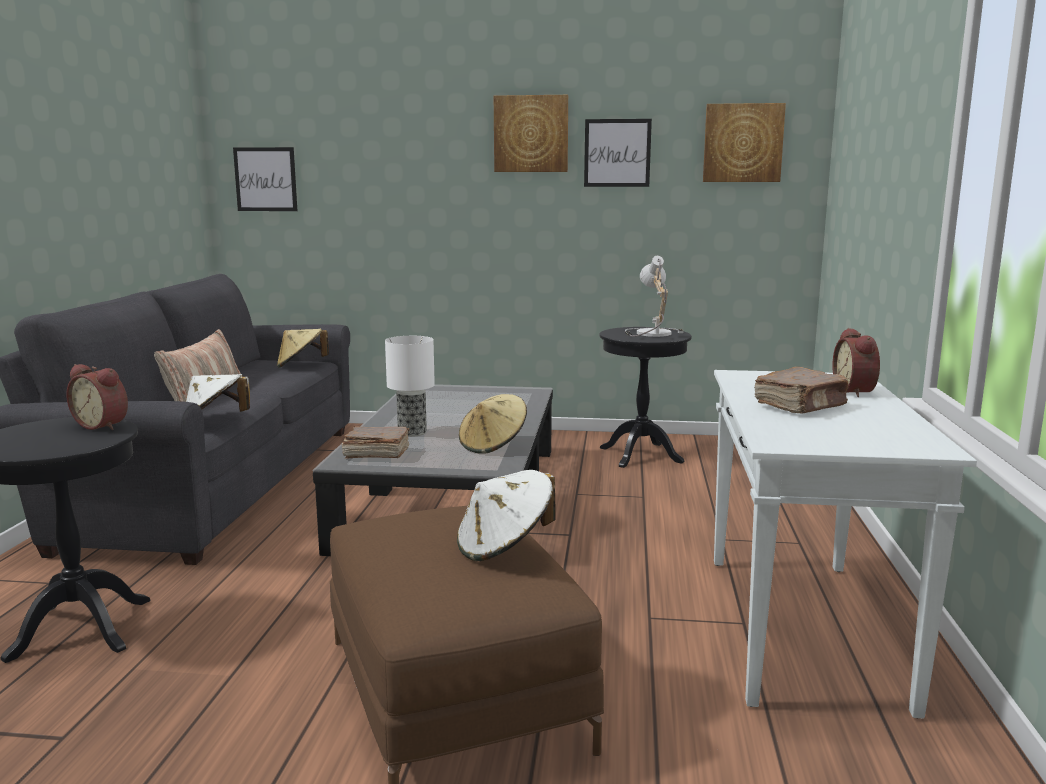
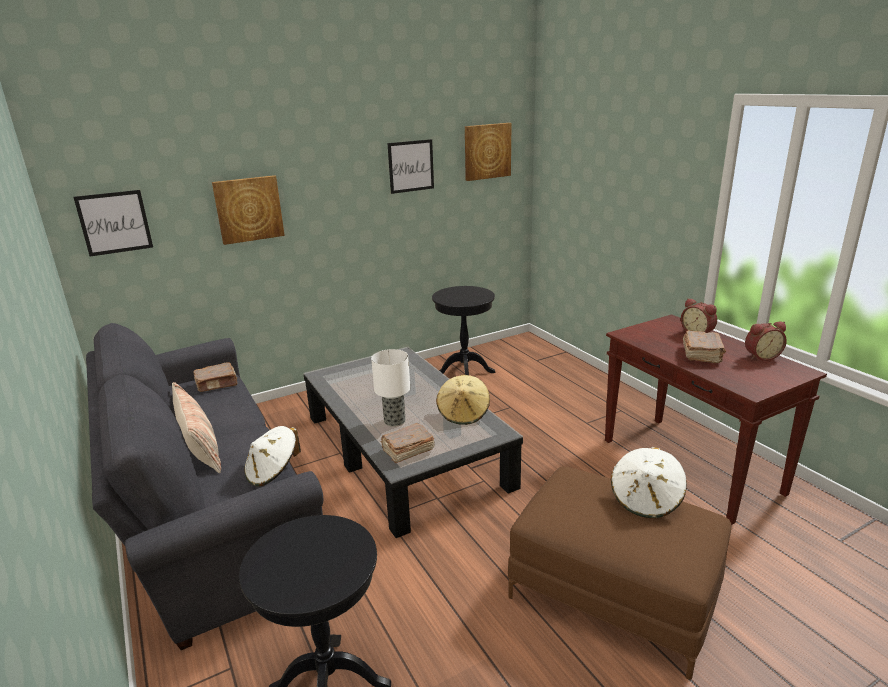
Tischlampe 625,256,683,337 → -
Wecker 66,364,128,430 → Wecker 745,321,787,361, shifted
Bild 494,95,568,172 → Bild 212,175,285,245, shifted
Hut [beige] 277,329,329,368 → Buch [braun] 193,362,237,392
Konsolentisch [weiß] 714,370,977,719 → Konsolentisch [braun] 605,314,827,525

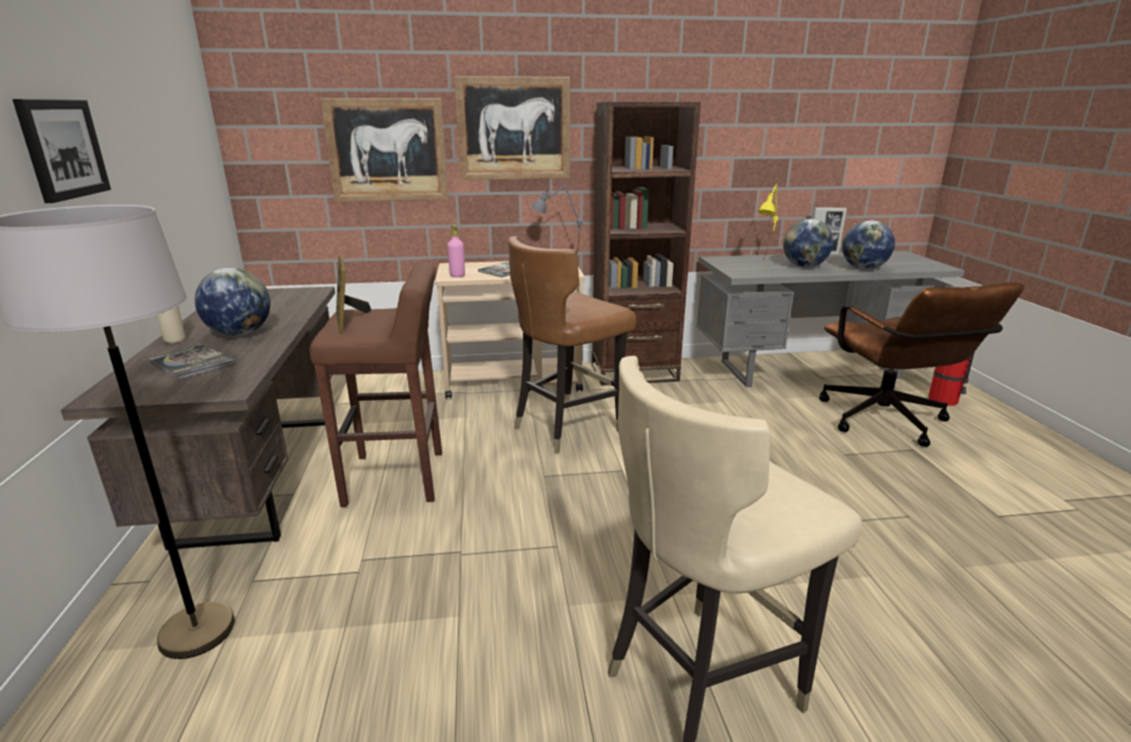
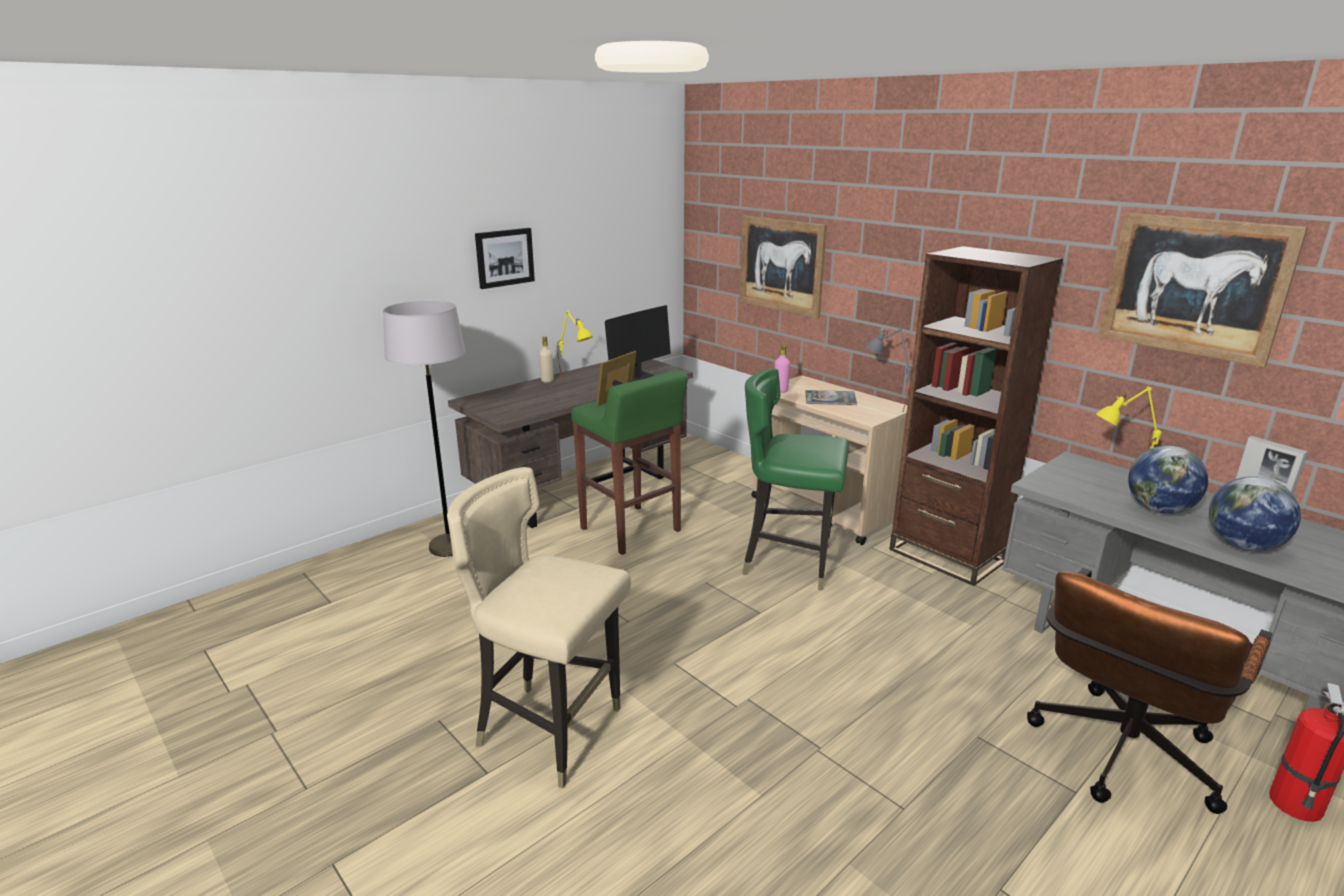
Buch 148,344,237,380 → -
- → Monitor 605,305,671,381
Bild 454,76,570,180 → Bild 1099,213,1308,367, shifted
Globus 195,268,271,336 → Tischlampe [gelb] 557,310,593,383
Hocker [braun] 309,262,442,507 → Hocker [grün] 571,370,688,555
Stuhl [braun] 508,236,636,454 → Stuhl [grün] 742,368,849,590

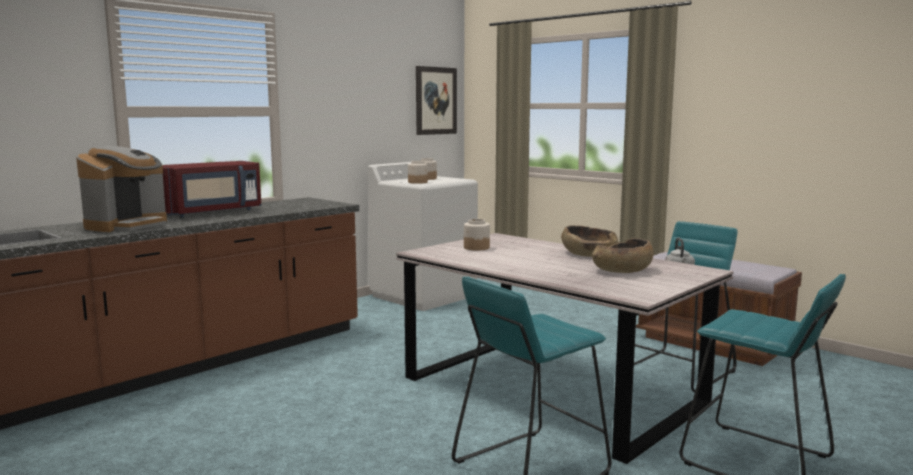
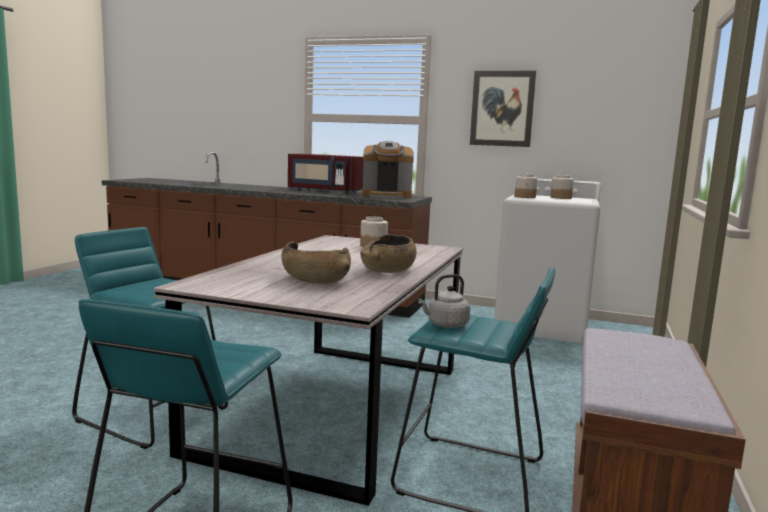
Kaffeemaschine 76,146,167,232 → Kaffeemaschine 362,141,414,199, shifted
Bild 416,66,457,135 → Bild 470,71,536,147, shifted

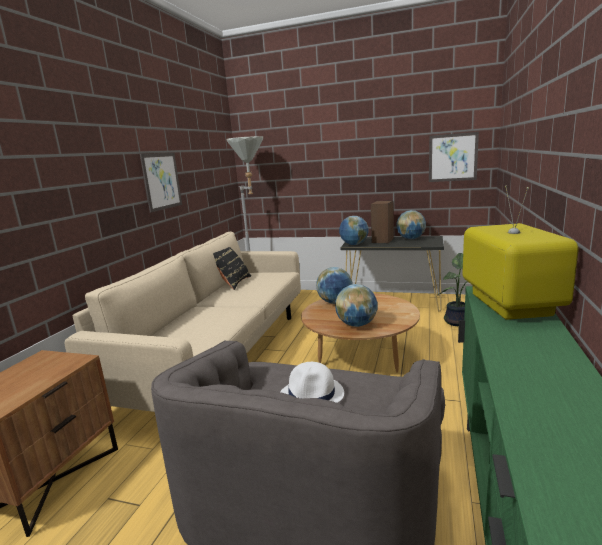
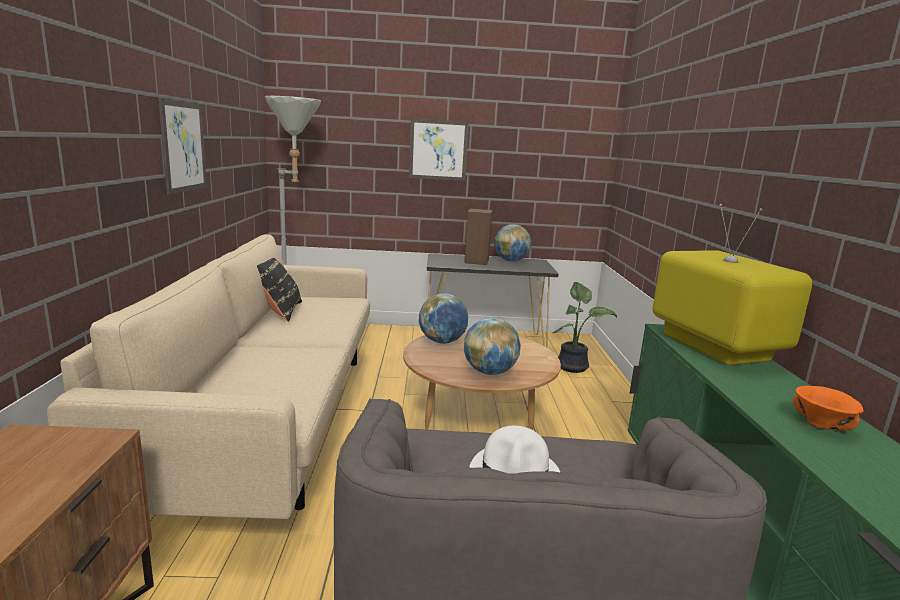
Globus 339,216,368,245 → -
- → Schüssel [orange] 793,386,864,431
Bild 429,132,479,182 → Bild 409,118,469,181, shifted

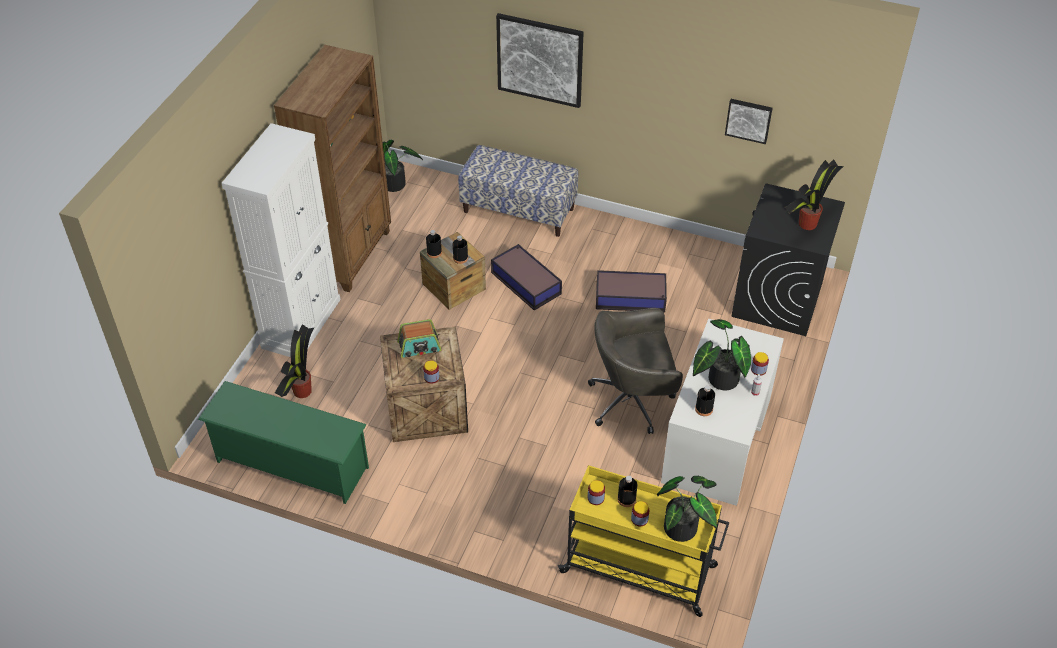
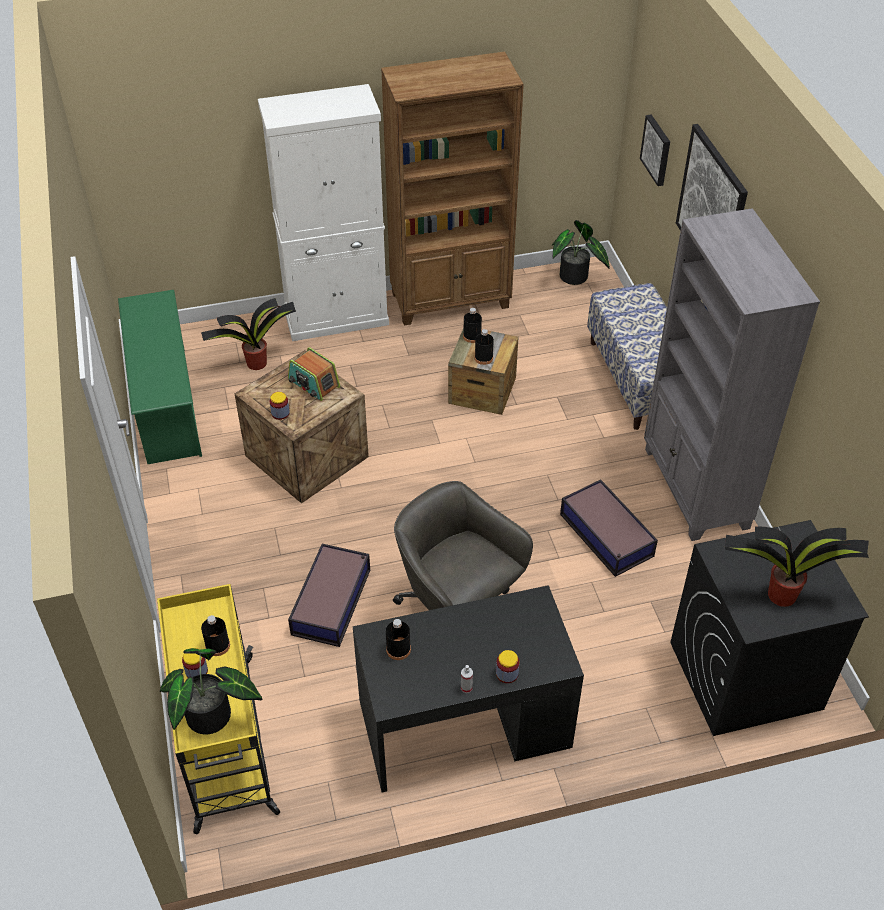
Vorratsglas 588,480,605,505 → -
Topfpflanze 693,319,751,390 → -
- → Bücherregal [grau] 644,208,820,541
Aufbewahrungsbox 491,244,562,311 → Aufbewahrungsbox 288,544,370,647, shifted
Bild 725,99,773,144 → Bild 640,114,670,186, shifted
Schreibtisch [weiß] 661,319,784,506 → Schreibtisch [schwarz] 353,585,584,792

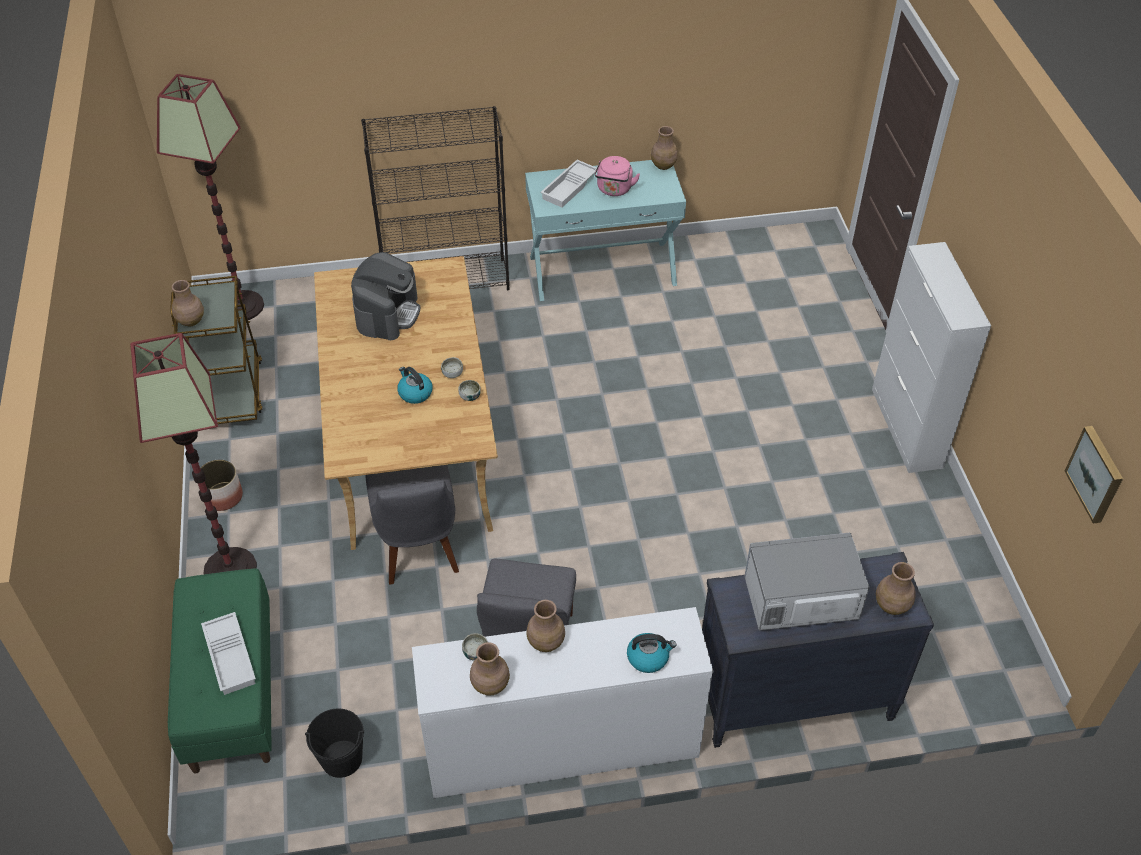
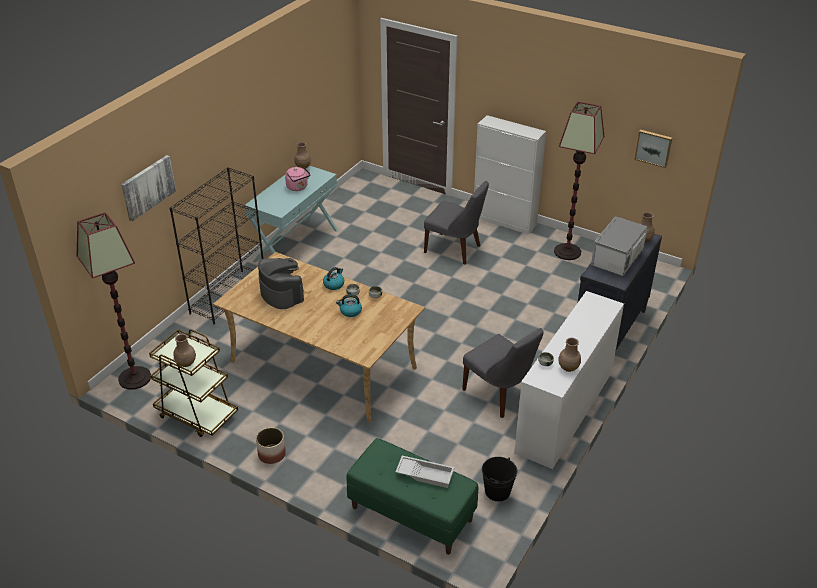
Vase [braun] 526,600,565,652 → -
Tablett [weiß] 540,160,597,207 → -
- → Bild 121,155,176,221
Stehlampe 130,333,257,574 → Stehlampe 554,102,604,260, shifted
Stuhl [grau] 365,465,459,584 → Stuhl [grau] 424,181,489,265, shifted
Wasserkessel 627,633,677,673 → Wasserkessel 323,267,344,290, shifted

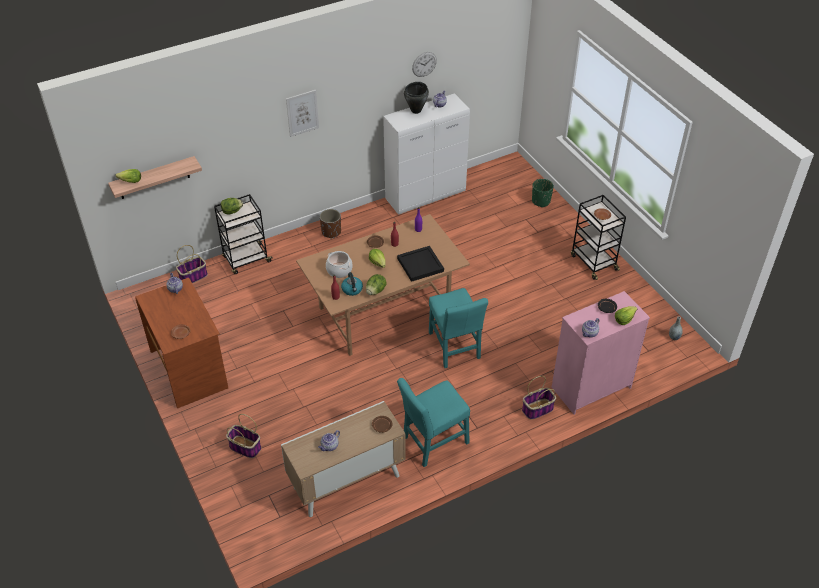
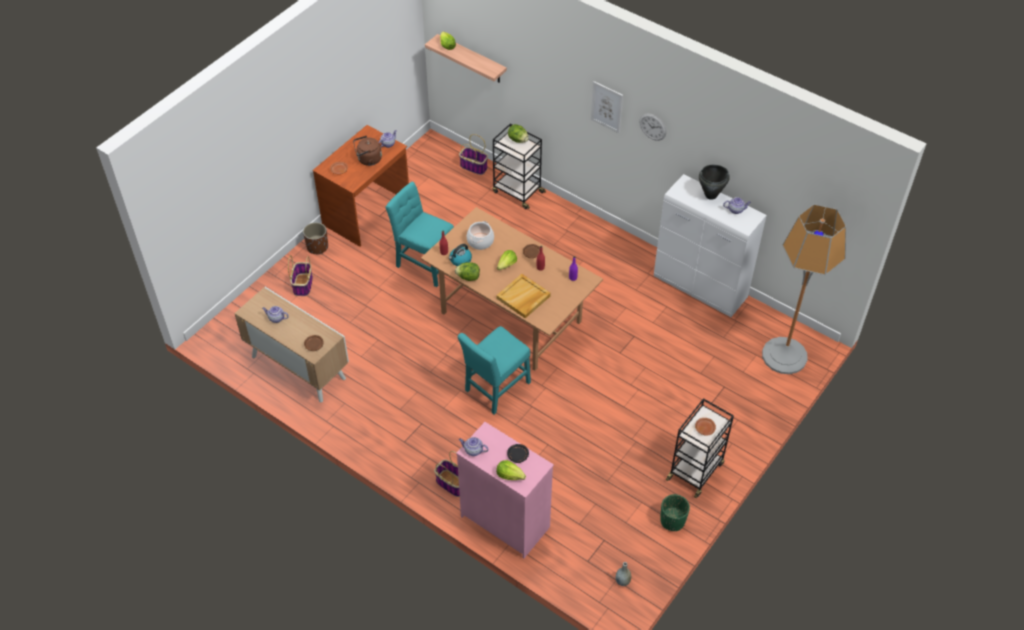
- → Wasserkessel [braun] 353,136,382,166
- → Stehlampe 762,204,846,374
Pflanzkübel [braun] 320,209,341,239 → Pflanzkübel [braun] 303,222,328,254, shifted
Stuhl [türkis] 397,378,470,467 → Stuhl [türkis] 385,182,454,287, shifted
Wanduhr 412,52,437,77 → Wanduhr 639,113,666,141, shifted
Pflanzkübel [grün] 532,179,554,207 → Pflanzkübel [grün] 660,494,690,531, shifted
Tablett [schwarz] 397,246,444,282 → Tablett [beige] 496,274,551,318

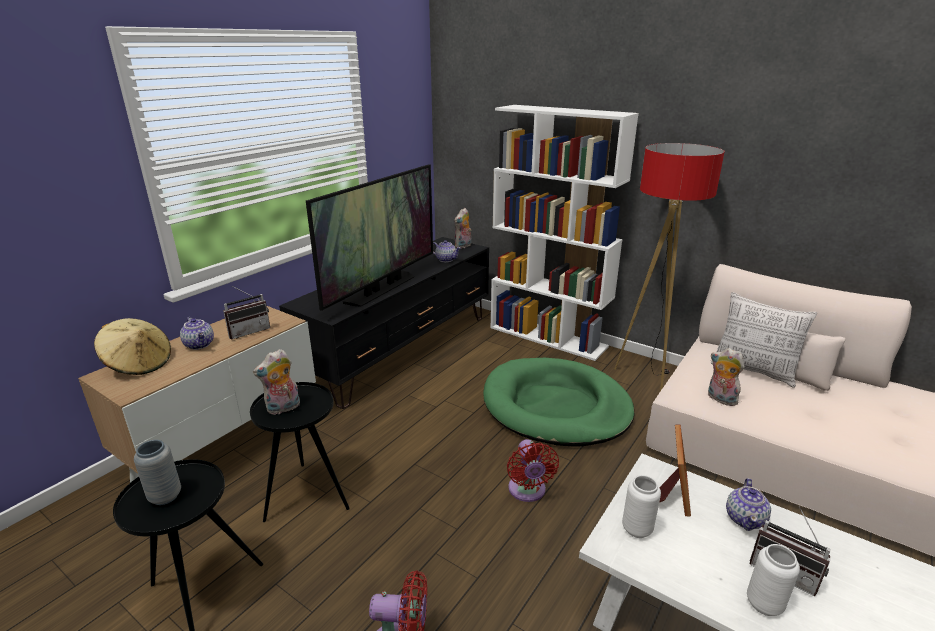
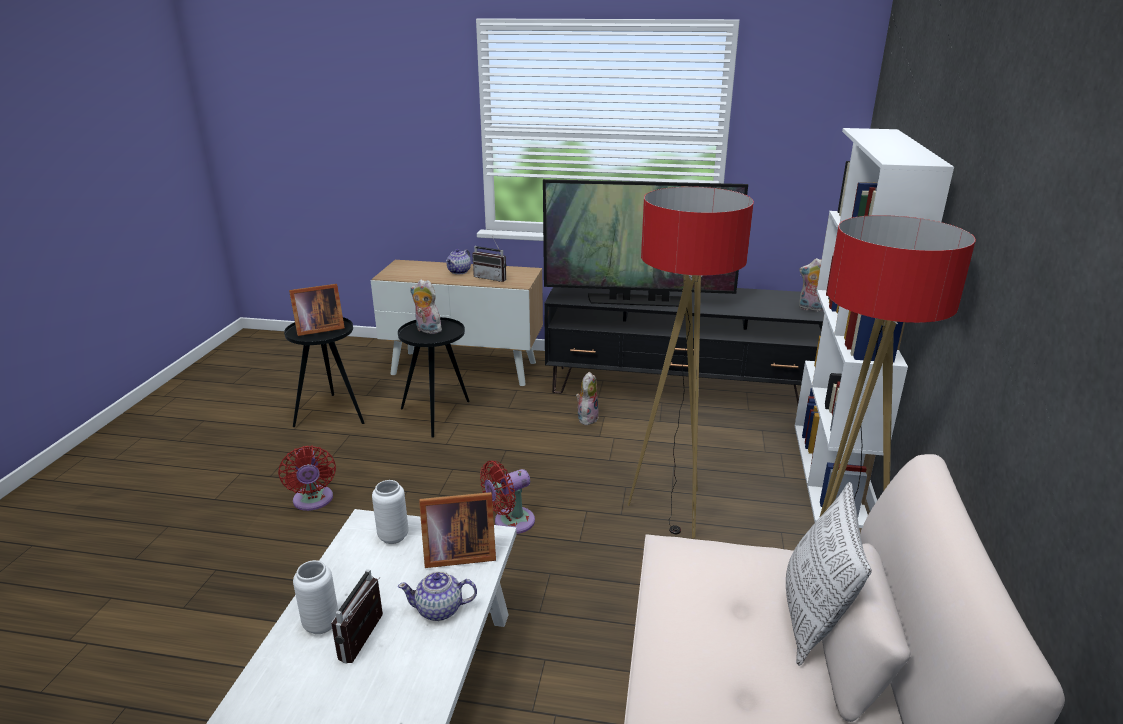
Hut [beige] 94,318,171,375 → -
Teekanne 433,240,461,262 → -
Plüschtier 708,348,744,406 → Plüschtier 576,372,599,425, shifted
Vase [grau] 134,440,181,505 → Bilderrahmen 289,284,345,336
Hundebett [grün] 483,358,634,447 → Stehlampe 628,187,754,538

